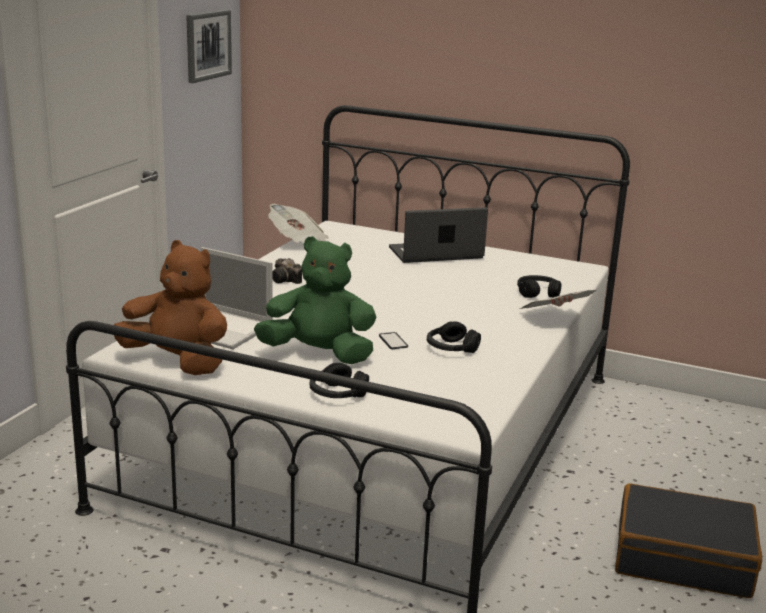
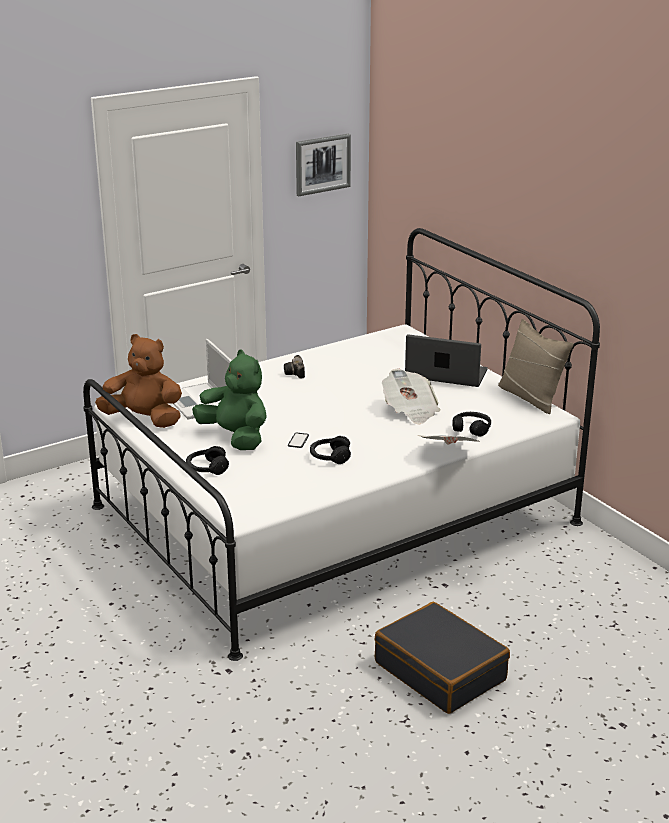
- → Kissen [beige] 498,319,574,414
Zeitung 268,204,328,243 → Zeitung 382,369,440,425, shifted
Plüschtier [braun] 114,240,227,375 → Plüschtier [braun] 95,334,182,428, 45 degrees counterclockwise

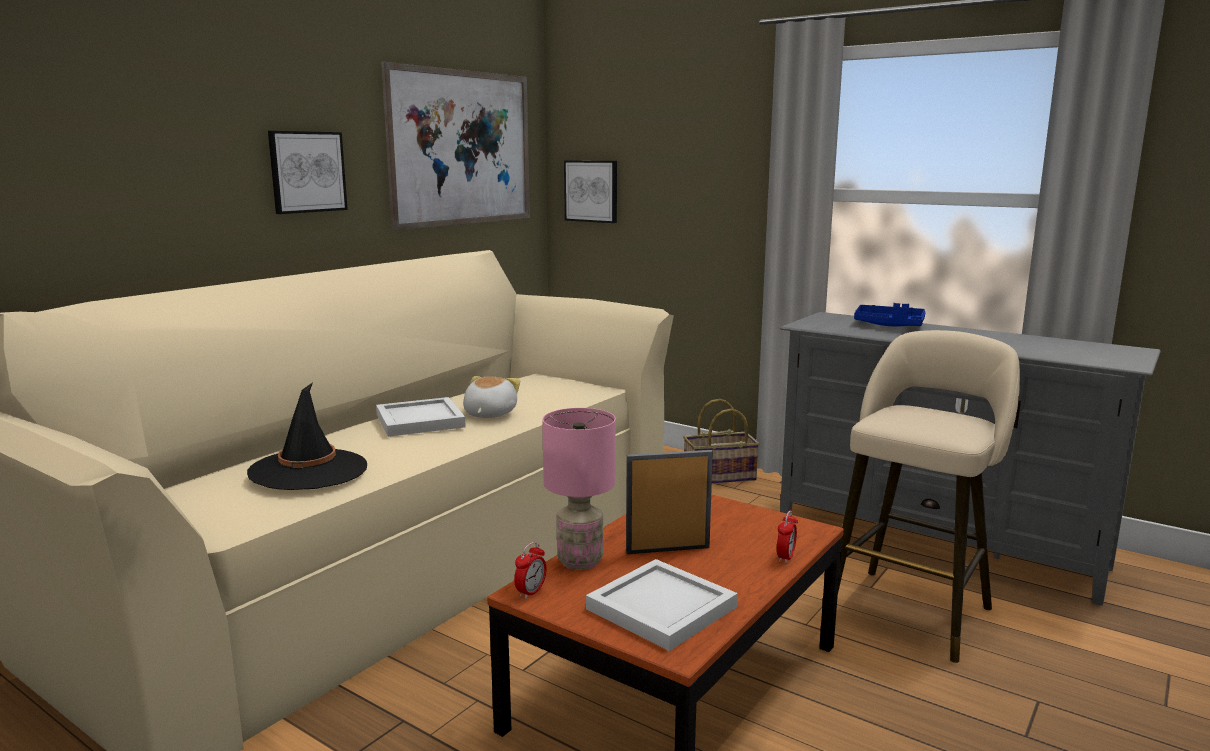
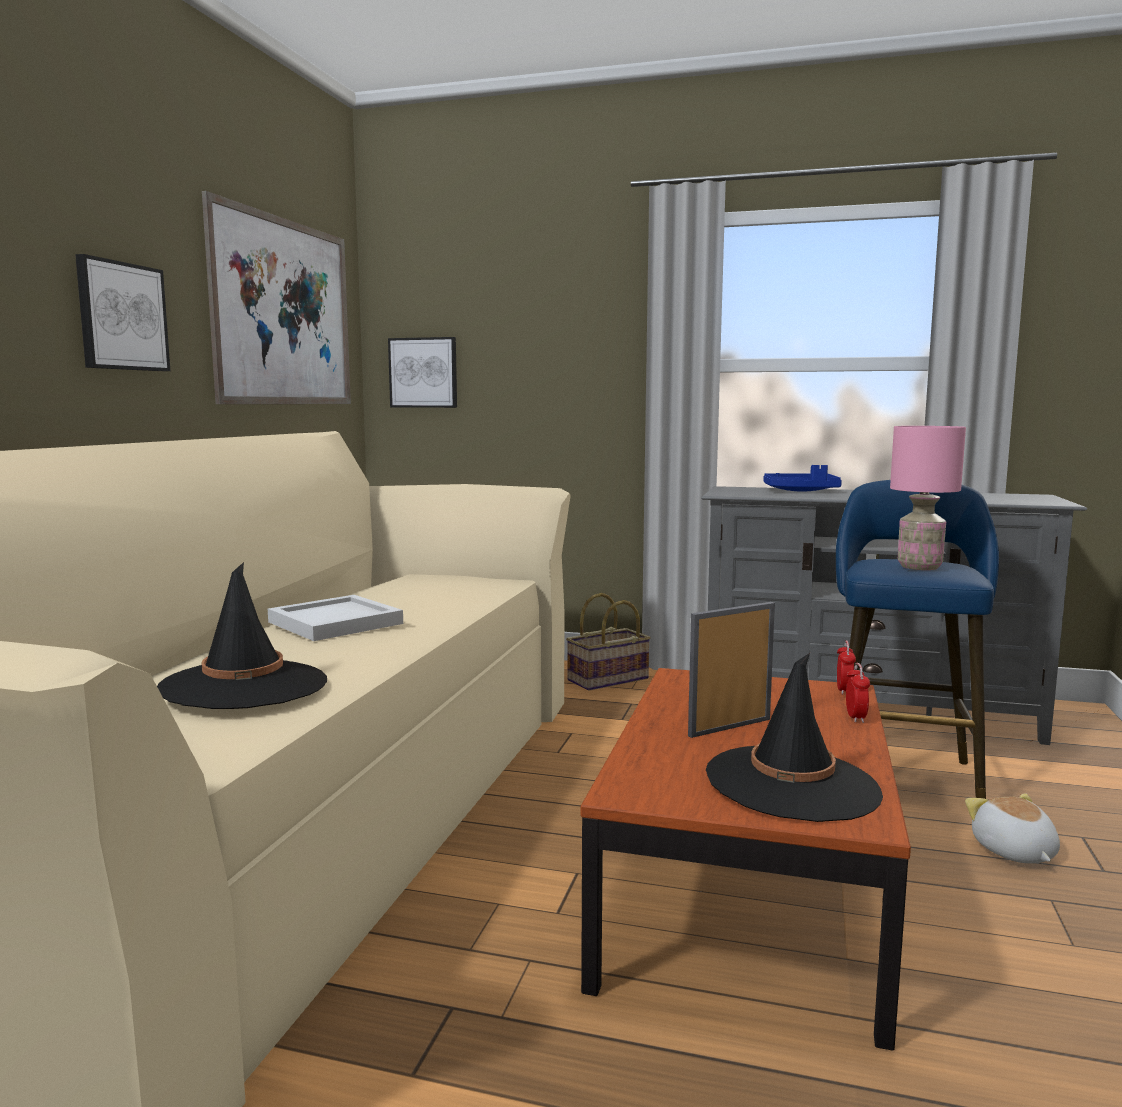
Plüschtier 463,376,520,418 → Plüschtier 965,793,1060,864, shifted
Wecker 514,542,546,599 → Wecker 837,641,856,695, shifted
Tischlampe [rosa] 542,408,616,570 → Tischlampe [rosa] 890,426,966,570, shifted
Tablett [weiß] 586,559,738,651 → Hut [schwarz] 706,653,883,822
Hocker [beige] 838,330,1020,663 → Hocker [blau] 836,480,999,799

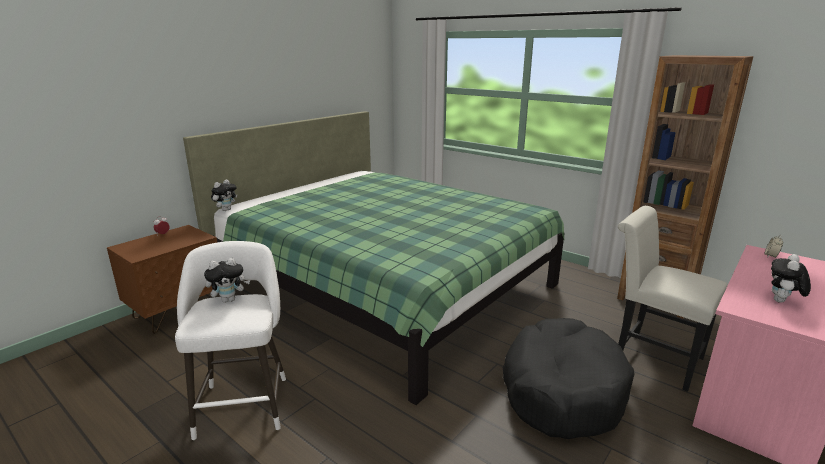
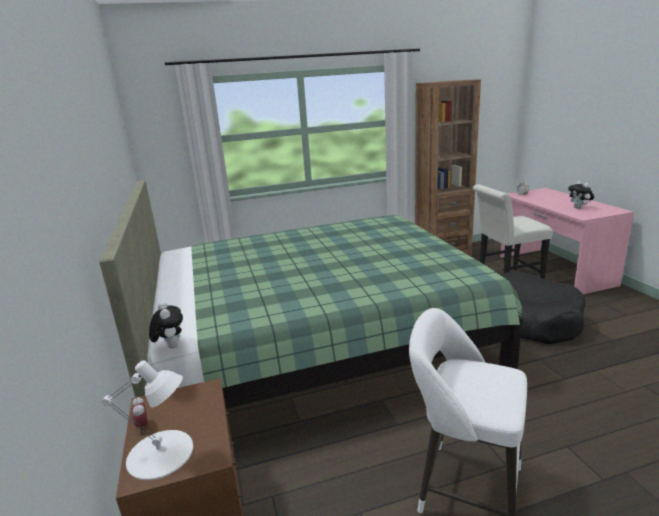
Plüschtier 204,258,250,303 → -
- → Tischlampe [weiß] 101,360,193,480

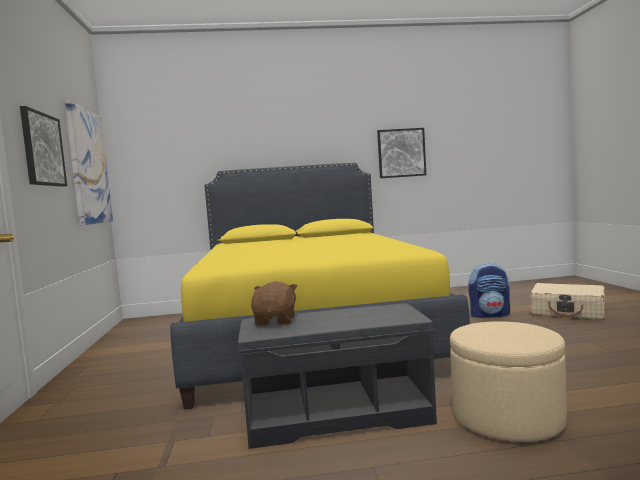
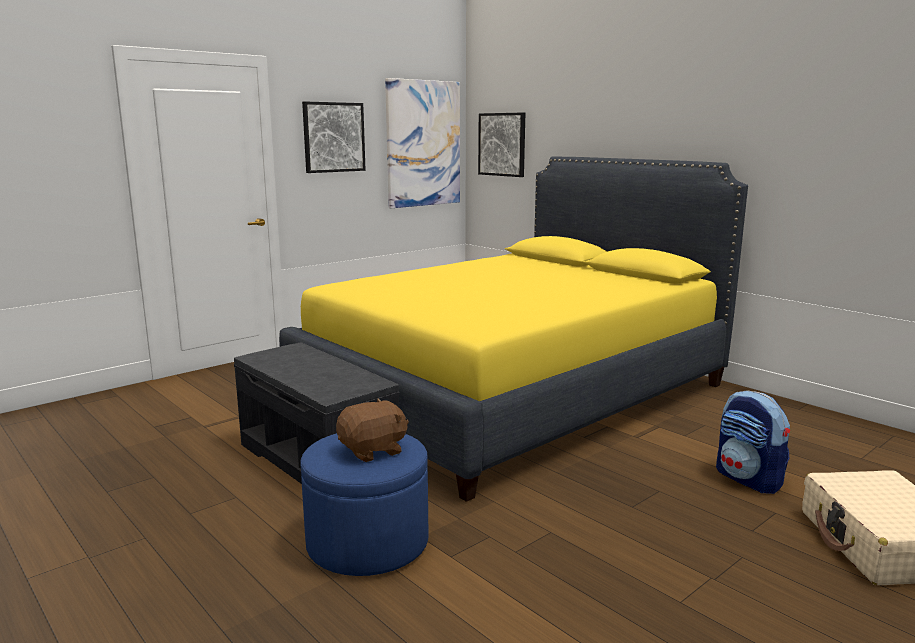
Plüschtier [braun] 251,281,297,326 → Plüschtier [braun] 336,398,409,462, shifted
Bild 377,128,426,178 → Bild 478,113,525,177, shifted
Polsterhocker [beige] 450,321,567,442 → Polsterhocker [blau] 300,433,428,576

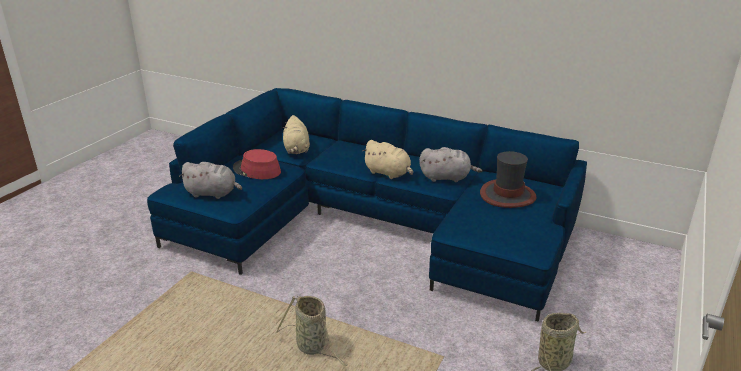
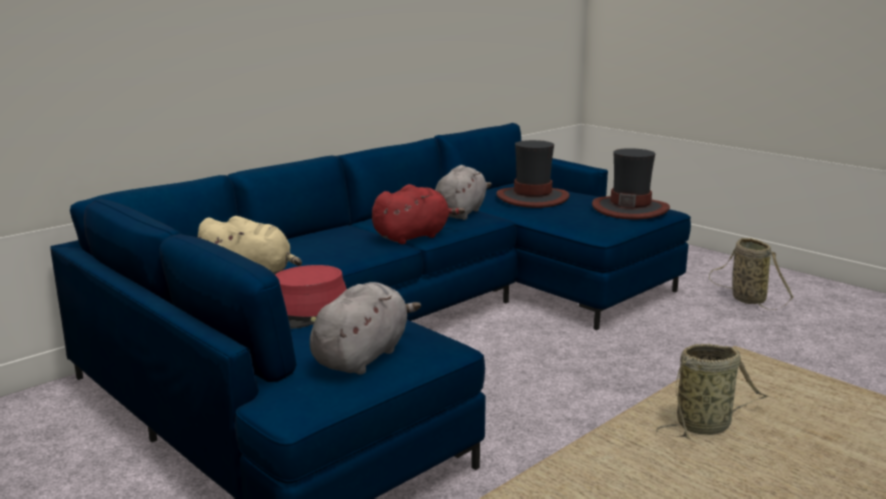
- → Hut 592,148,670,219
Plüschtier [beige] 362,140,413,179 → Plüschtier [rot] 372,184,465,244

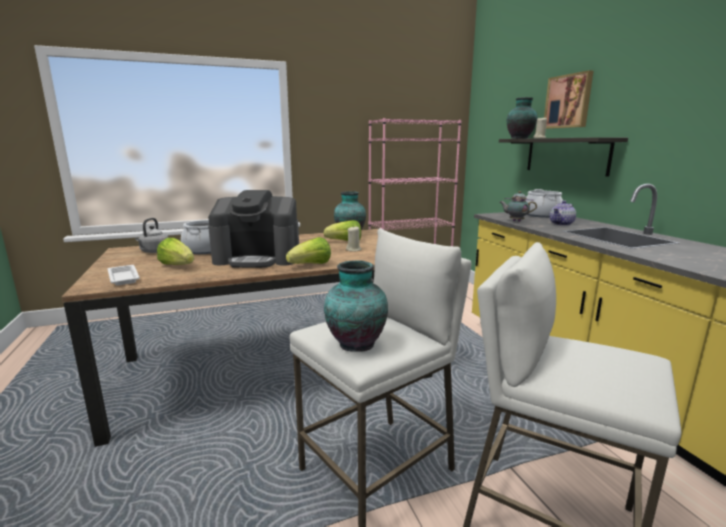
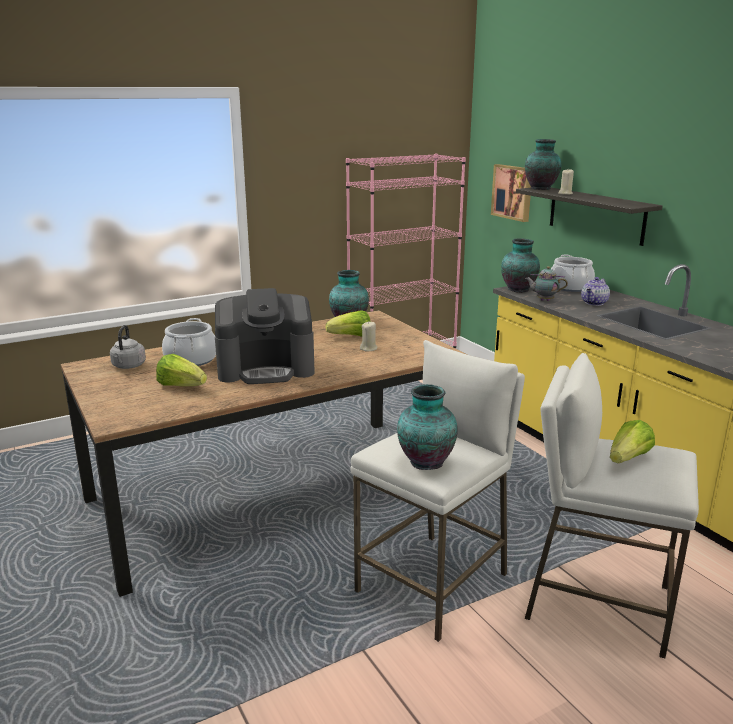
Tablett [weiß] 108,265,140,286 → -
- → Vase 501,238,540,293
Salatkopf 286,237,331,264 → Salatkopf 610,420,655,463, shifted
Bild 544,70,594,129 → Bild 491,164,531,222, shifted

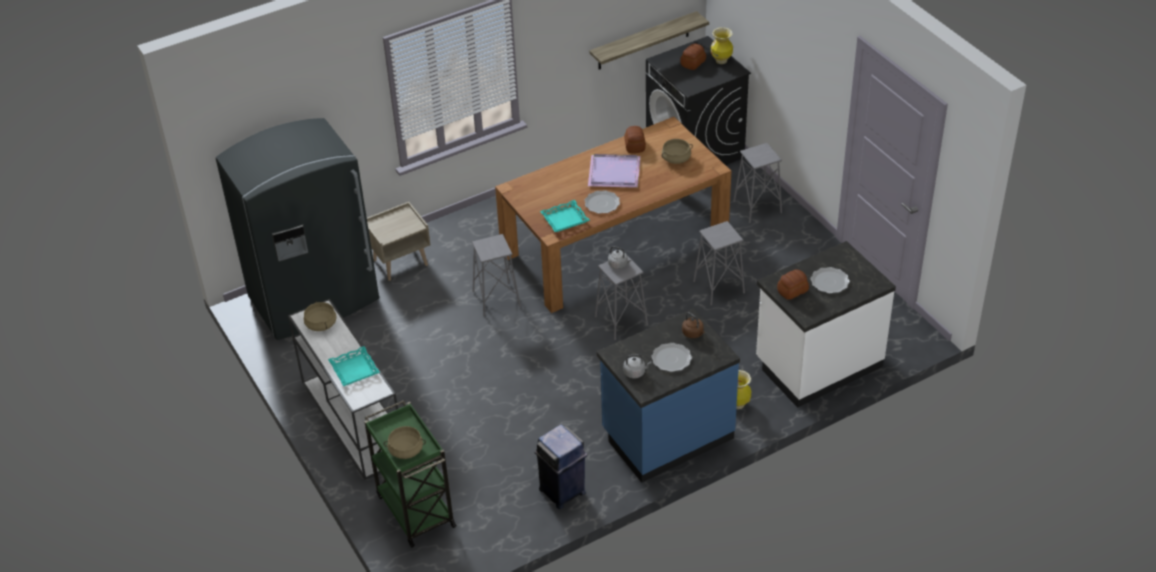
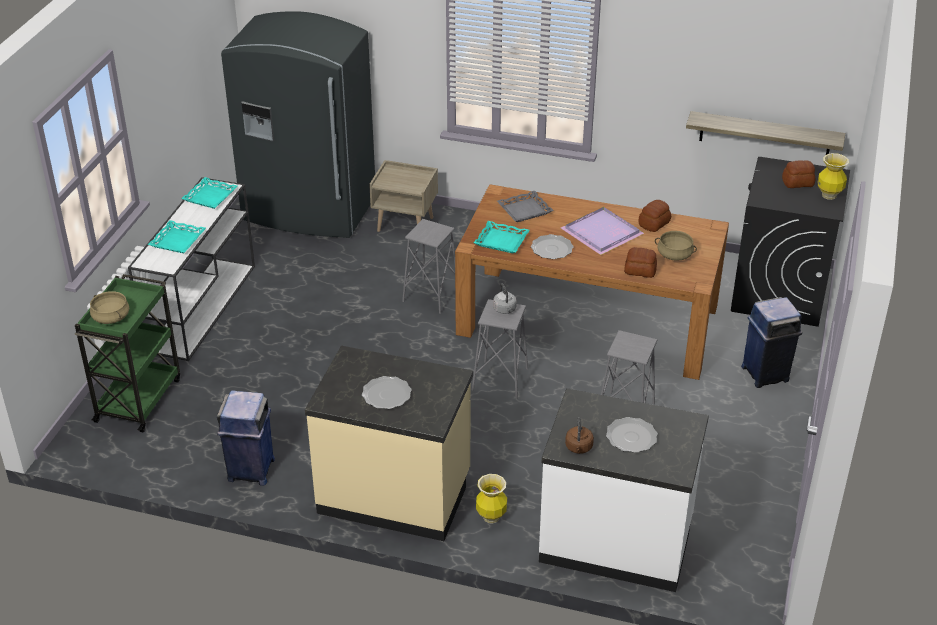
Wasserkessel [grau] 623,354,652,378 → -
- → Tablett [grau] 497,191,554,222
Wasserkessel [braun] 682,312,705,338 → Wasserkessel [braun] 565,417,594,454, shifted
Brot 777,270,809,300 → Brot 624,247,657,278, shifted
Kochtopf [beige] 304,302,337,331 → Tablett [türkis] 181,177,238,209
Hocker [grau] 733,143,782,223 → Mülleimer [blau] 741,297,802,388
Küchenzeile [blau] 597,309,740,483 → Küchenzeile [beige] 305,346,473,541

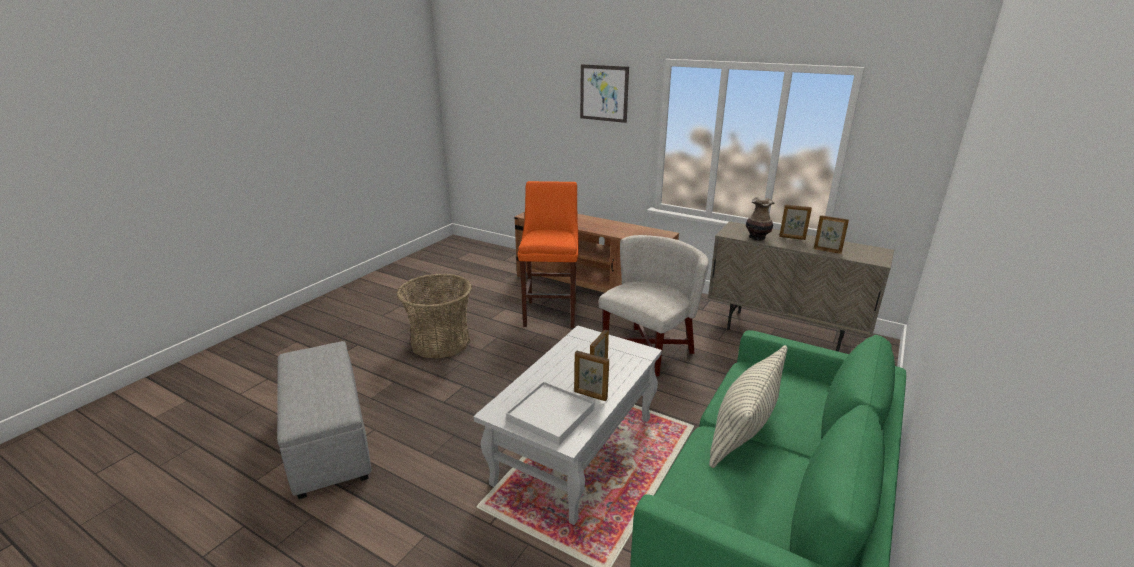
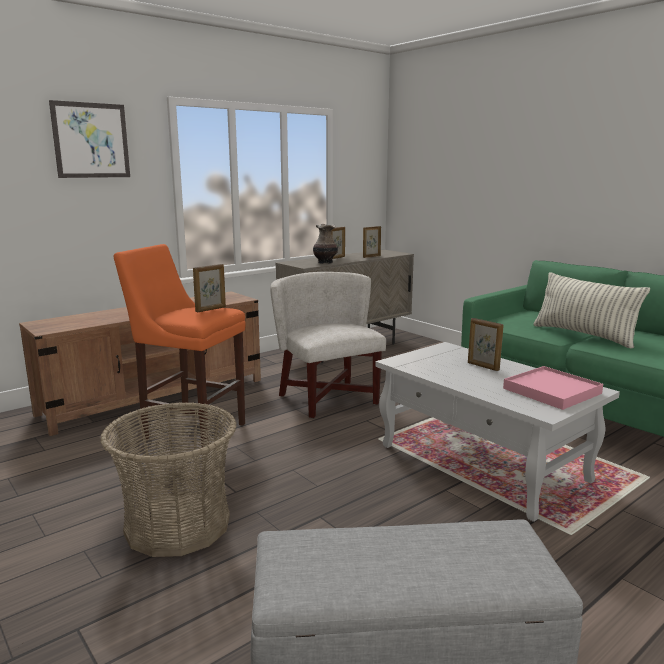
Bilderrahmen 574,351,609,401 → Bilderrahmen 193,264,226,312, shifted
Tablett [weiß] 506,381,594,445 → Tablett [rosa] 503,366,603,410

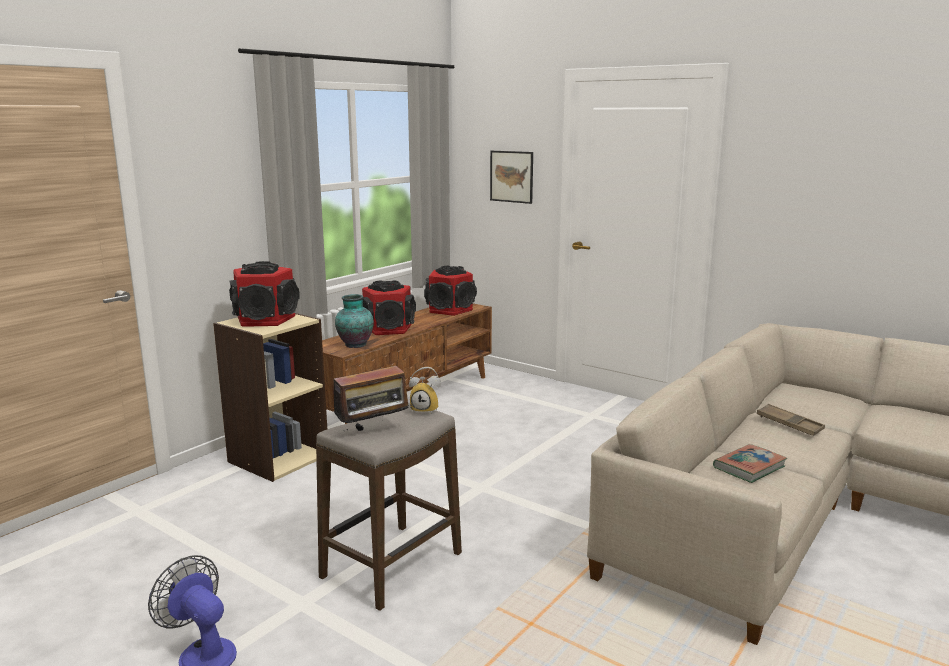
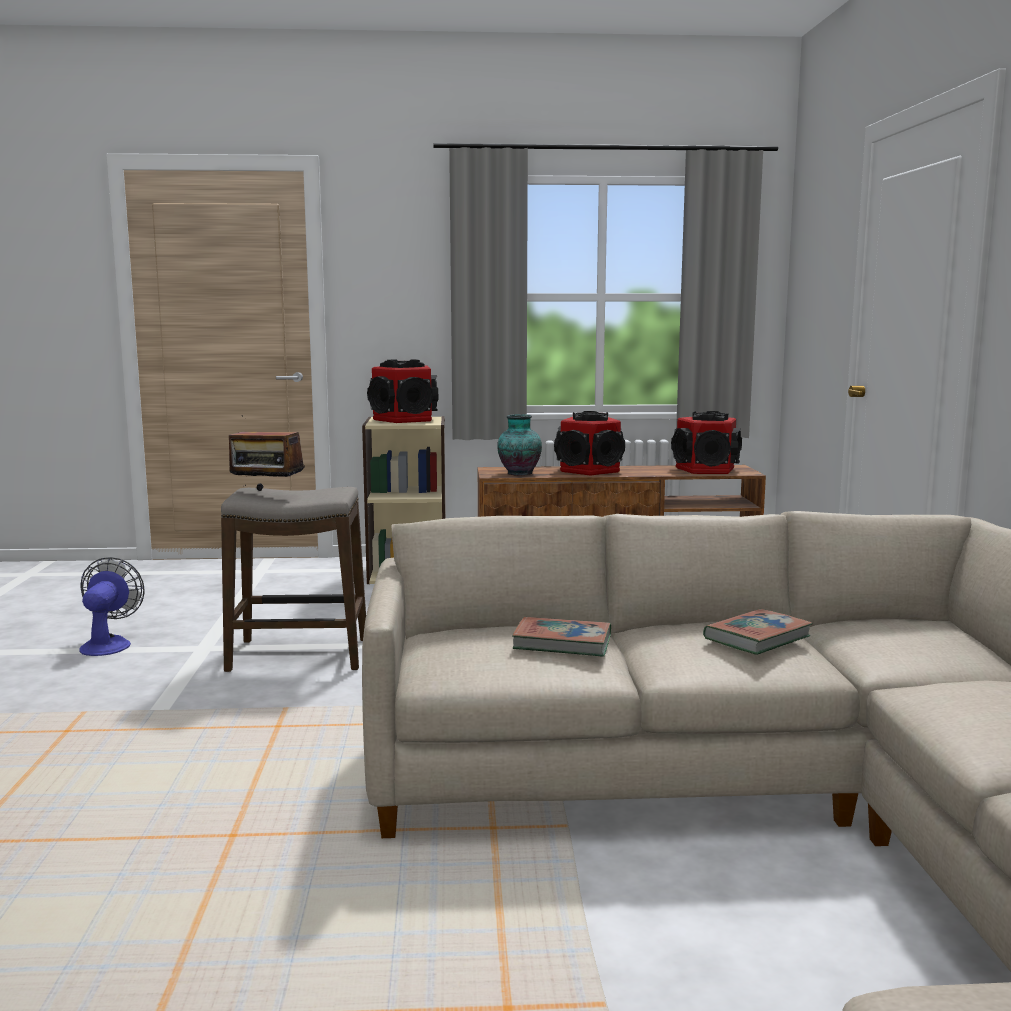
Wecker 409,367,441,414 → -
Bild 490,151,533,204 → -
Tablett [braun] 756,404,825,436 → Buch 703,609,813,655

